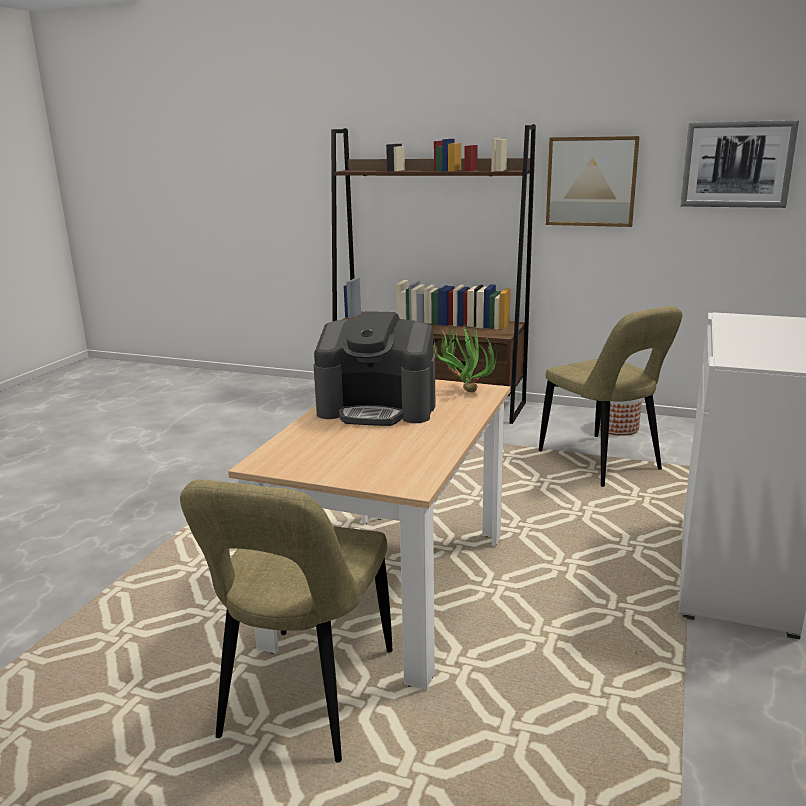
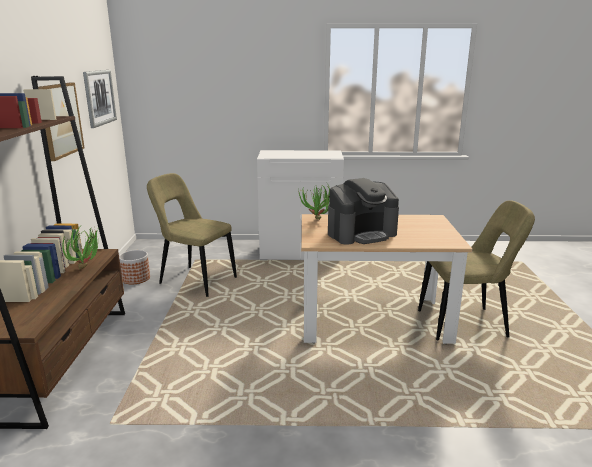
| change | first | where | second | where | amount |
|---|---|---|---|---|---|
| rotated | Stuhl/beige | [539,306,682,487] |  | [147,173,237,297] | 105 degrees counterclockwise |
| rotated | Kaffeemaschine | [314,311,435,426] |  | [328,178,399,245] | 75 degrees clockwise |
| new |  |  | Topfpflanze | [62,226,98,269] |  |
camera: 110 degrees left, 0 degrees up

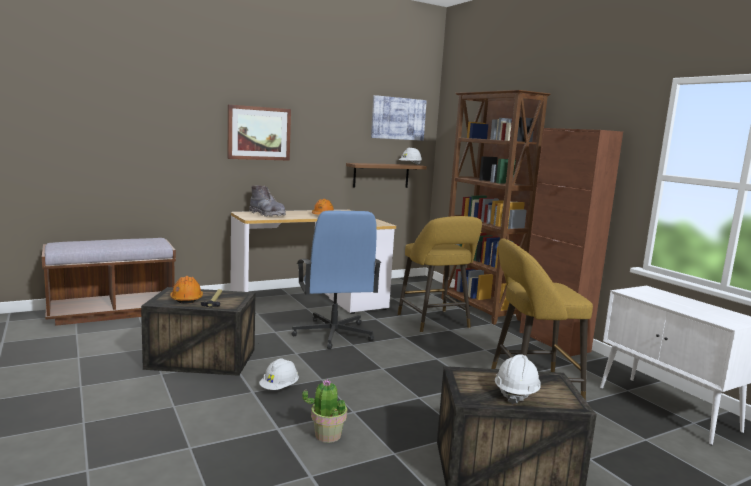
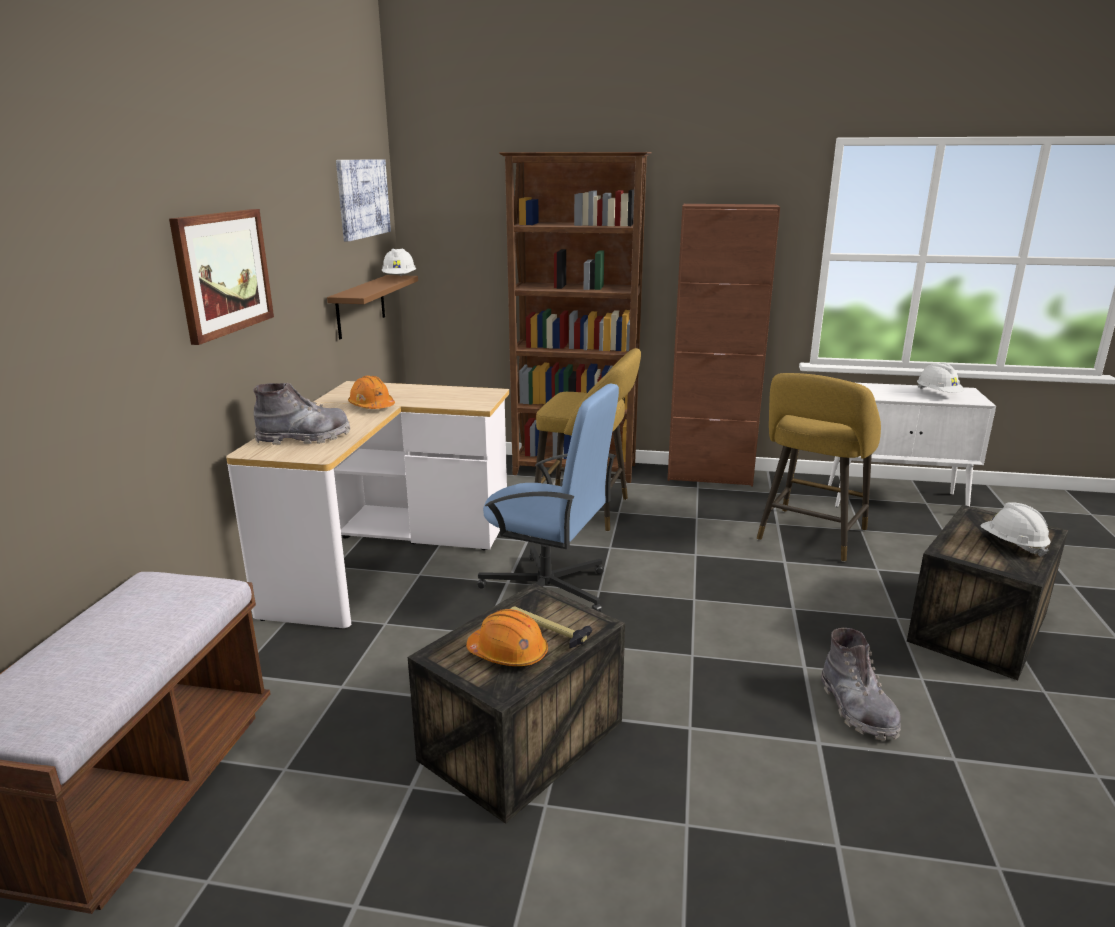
| change | first | where | second | where | amount |
|---|---|---|---|---|---|
| shifted | Schutzhelm/weiß | [259,358,299,390] |  | [917,363,965,393] |  |
| swapped | Topfpflanze | [302,379,347,443] | Stiefel/grau | [821,628,901,741] |  |
camera: 50 degrees left, 10 degrees up

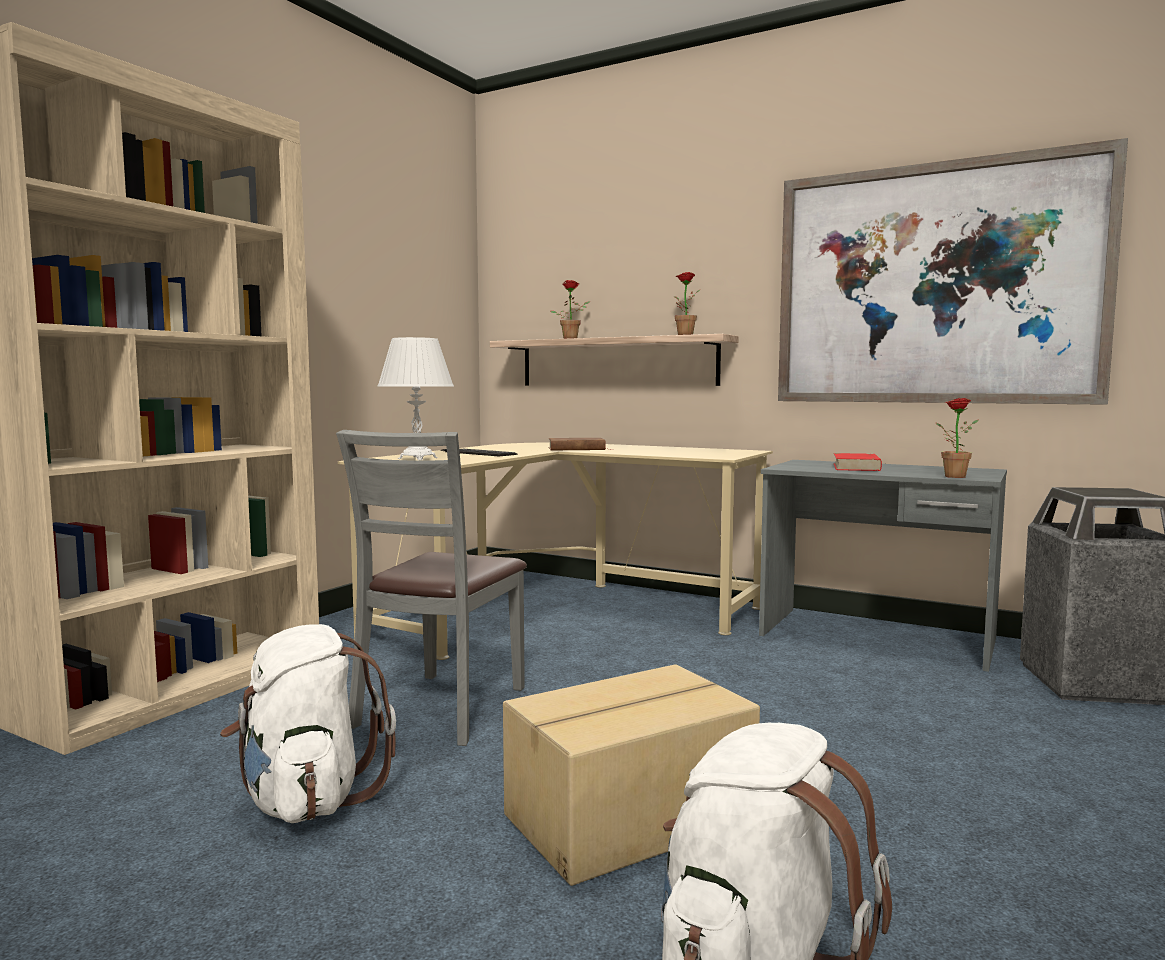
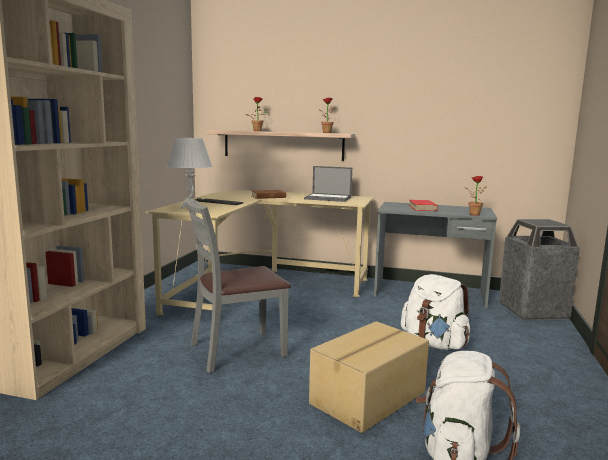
| change | first | where | second | where | amount |
|---|---|---|---|---|---|
| gone | Bild | [778,138,1128,405] |  |  |  |
| rotated | Stuhl/grau | [336,430,527,746] |  | [185,197,291,373] | 60 degrees clockwise |
| shifted | Rucksack/weiß | [220,624,396,823] |  | [401,274,470,350] |  |
| new |  |  | Laptop | [304,166,352,202] |  |
camera: 15 degrees left, 5 degrees up

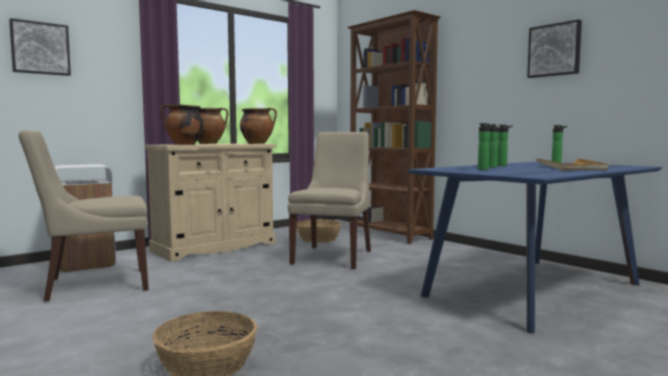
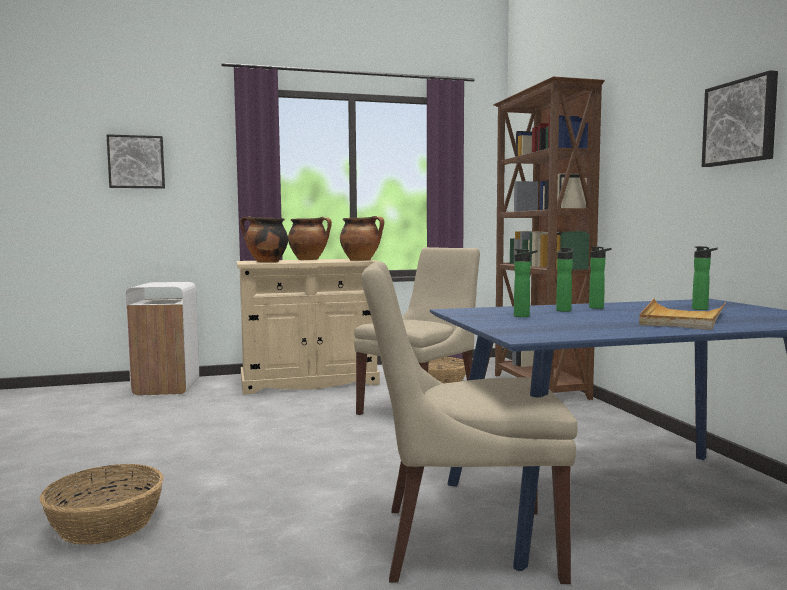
| change | first | where | second | where | amount |
|---|---|---|---|---|---|
| shifted | Stuhl/beige | [19,130,149,302] |  | [361,261,578,584] |  |
camera: 25 degrees right, 0 degrees up

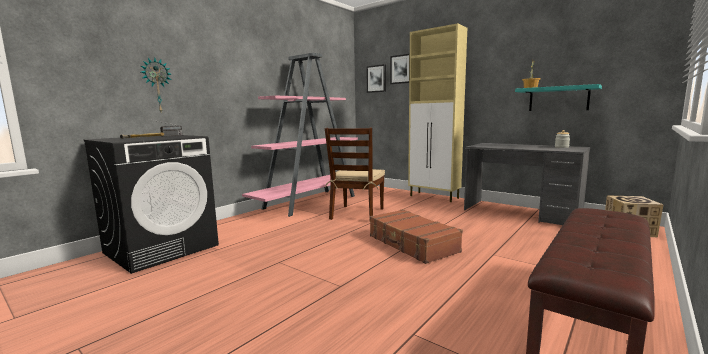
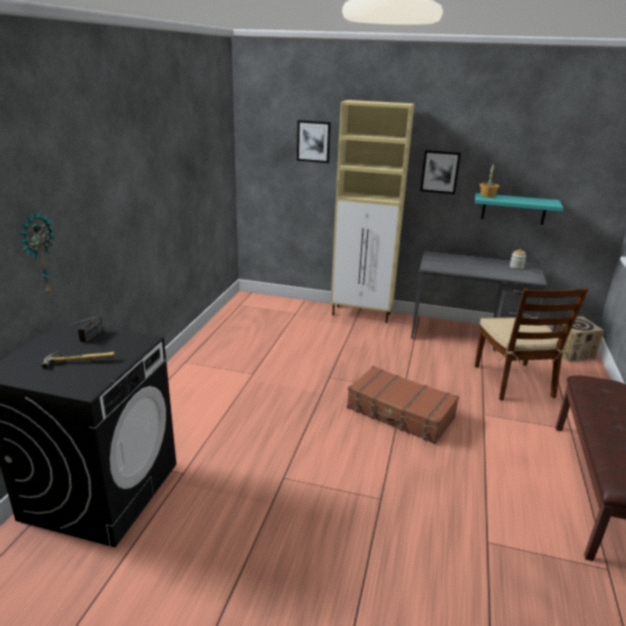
| change | first | where | second | where | amount |
|---|---|---|---|---|---|
| gone | Bücherregal/rosa | [242,53,358,217] |  |  |  |
| shifted | Bild | [366,64,386,93] |  | [420,150,461,194] |  |
| shifted | Stuhl/braun | [325,128,385,220] |  | [475,287,588,401] |  |
camera: 25 degrees left, 15 degrees up

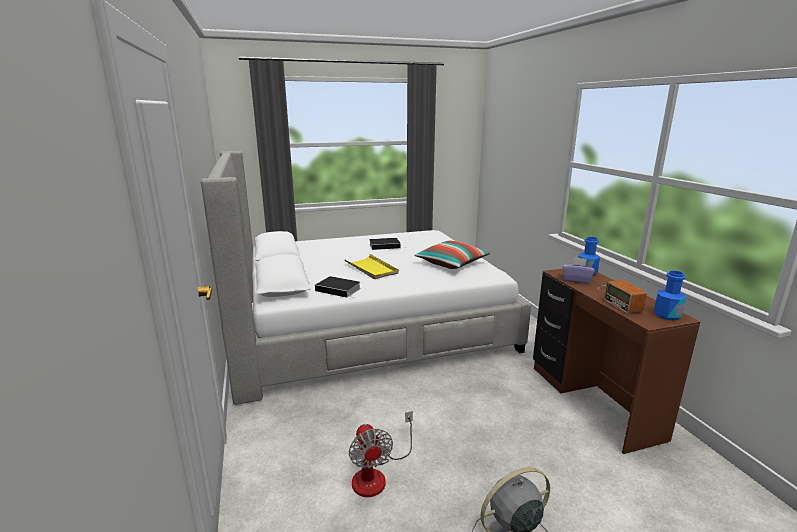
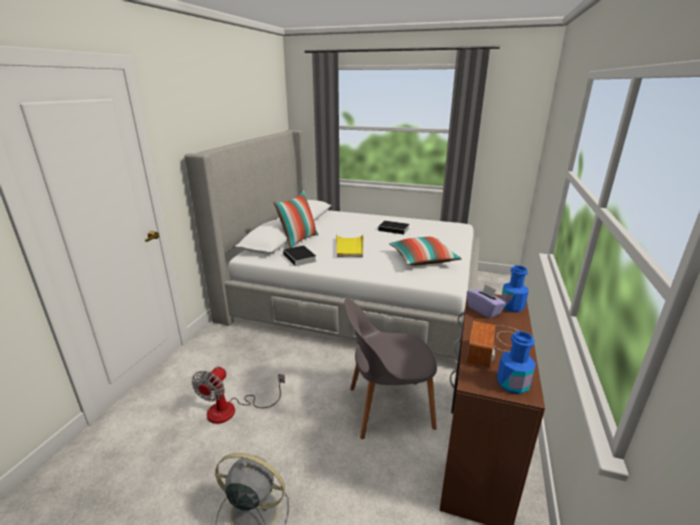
| change | first | where | second | where | amount |
|---|---|---|---|---|---|
| new |  |  | Kissen | [273,190,318,248] |  |
| new |  |  | Stuhl/grau | [344,298,437,439] |  |
camera: 35 degrees right, 5 degrees up

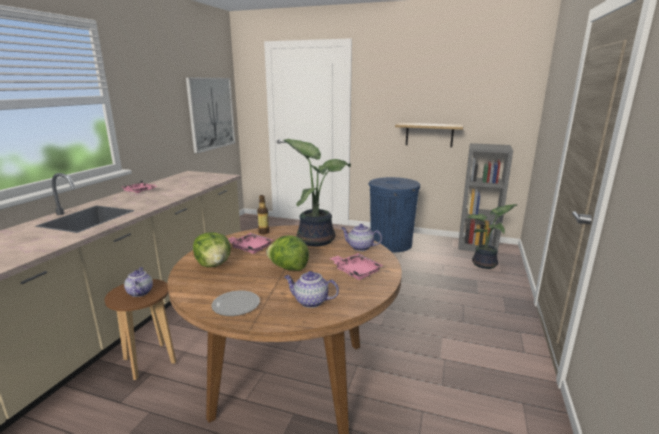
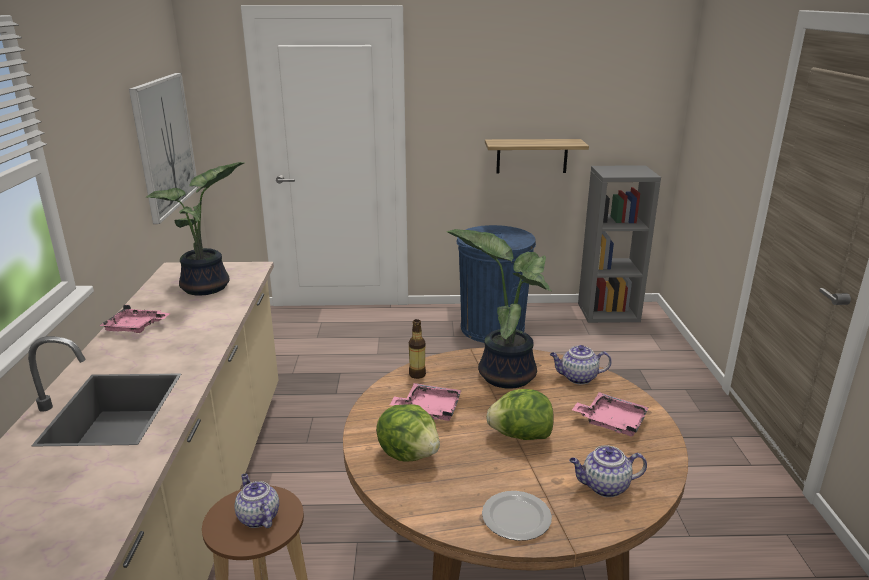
| change | first | where | second | where | amount |
|---|---|---|---|---|---|
| shifted | Topfpflanze | [467,204,517,269] |  | [146,162,244,296] |  |
camera: 20 degrees left, 5 degrees up

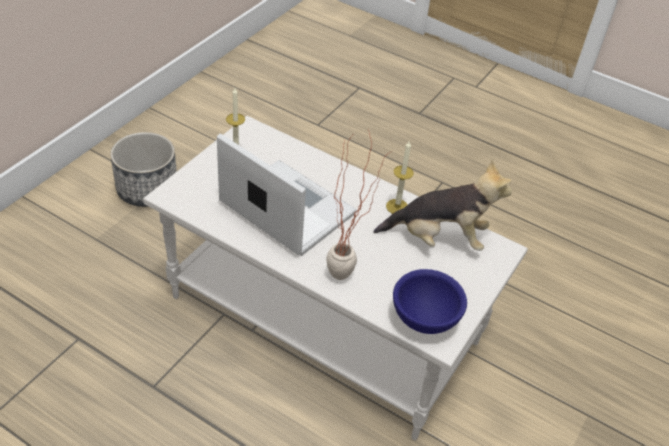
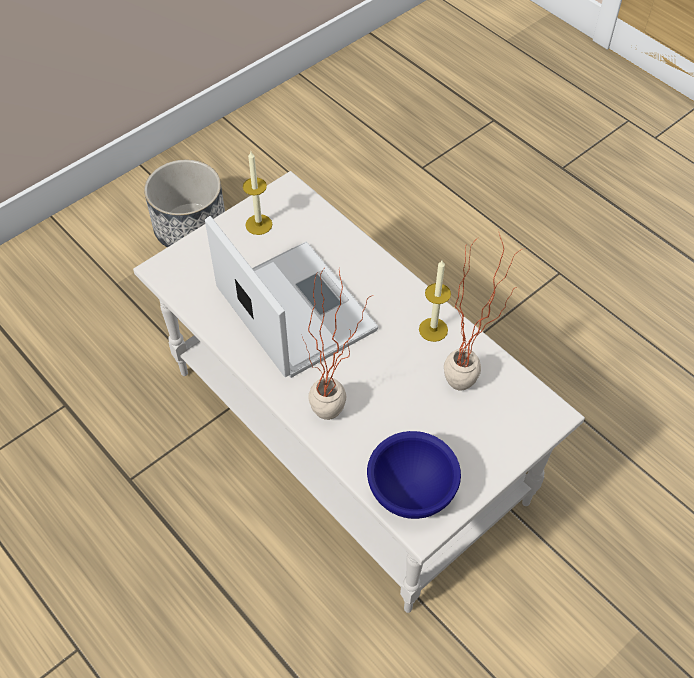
| change | first | where | second | where | amount |
|---|---|---|---|---|---|
| swapped | Plüschtier | [374,159,512,251] | Topfpflanze | [444,231,522,391] |  |
camera: 20 degrees right, 10 degrees up

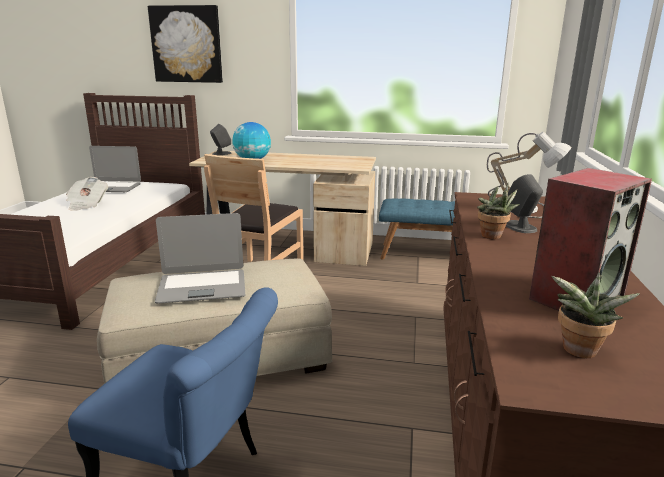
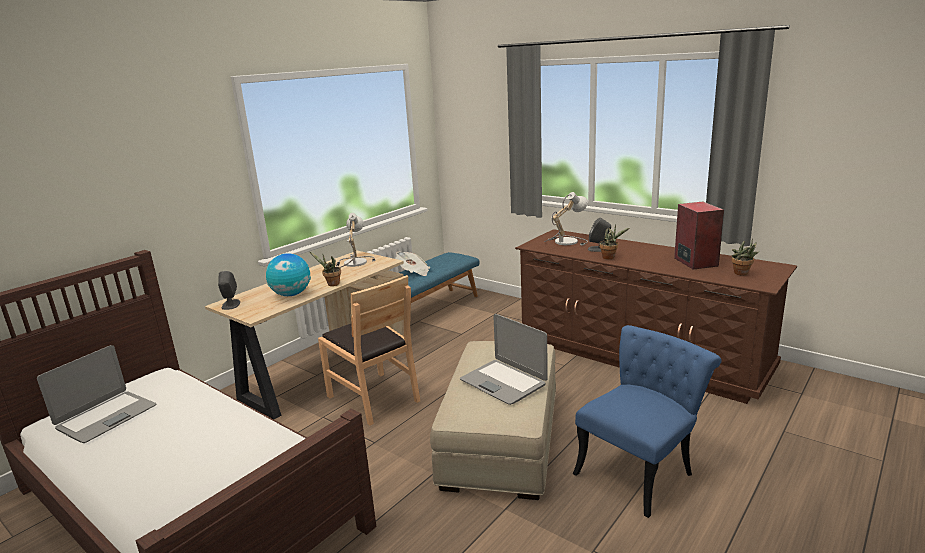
| change | first | where | second | where | amount |
|---|---|---|---|---|---|
| gone | Bild | [148,5,223,83] |  |  |  |
| shifted | Zeitung | [66,177,108,211] |  | [395,251,430,276] |  |
| rotated | Laptop | [155,213,245,304] |  | [460,314,548,405] | 120 degrees clockwise |
| new |  |  | Tischlampe | [336,213,375,268] |  |
| new |  |  | Topfpflanze | [310,252,341,286] |  |
camera: 60 degrees left, 0 degrees up

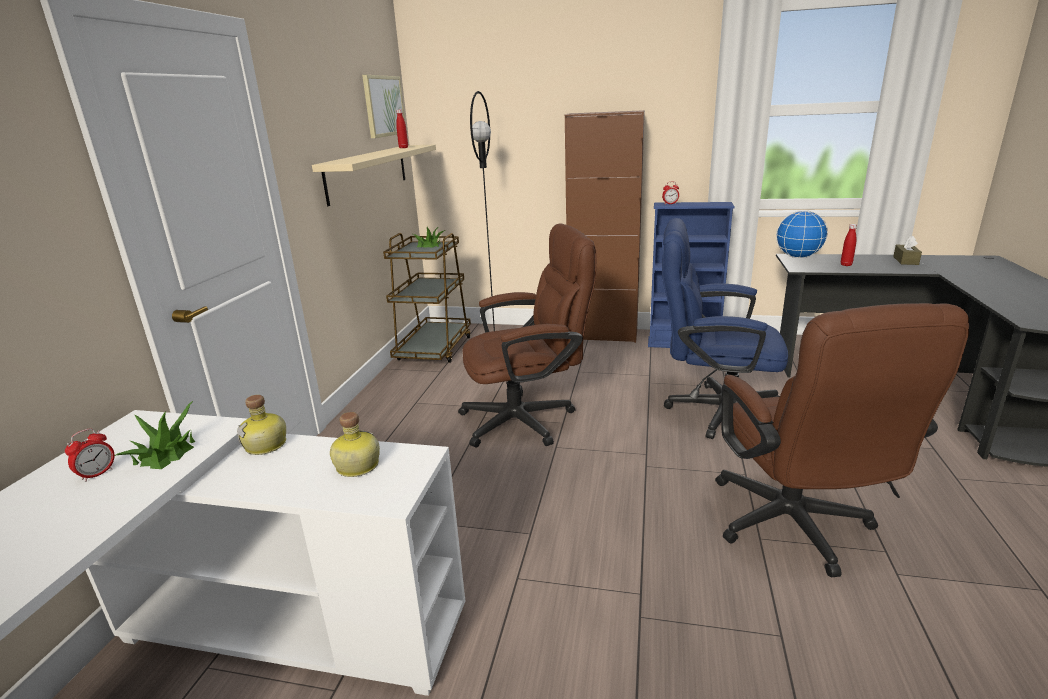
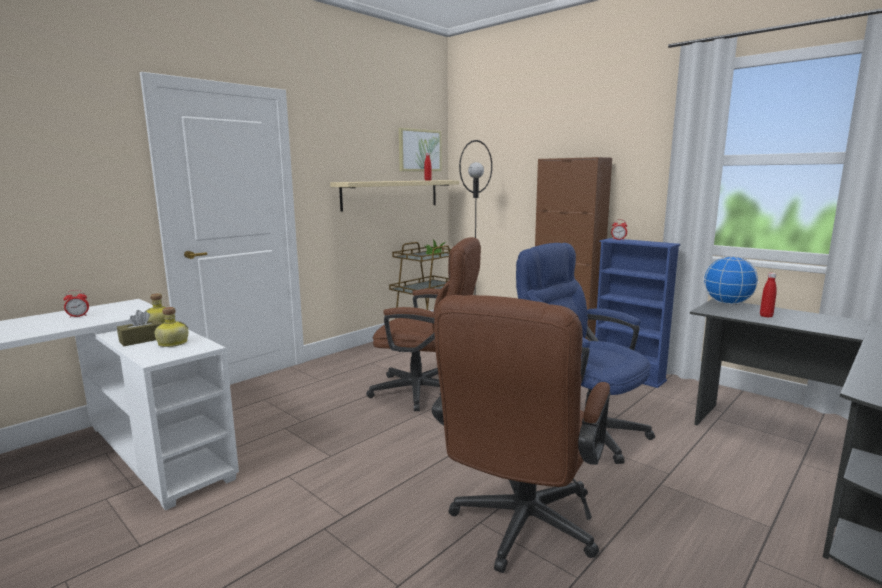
| change | first | where | second | where | amount |
|---|---|---|---|---|---|
| shifted | Taschentuchbox/braun | [893,236,922,265] |  | [117,310,163,346] |  |
| gone | Topfpflanze | [114,401,195,469] |  |  |  |
camera: 30 degrees right, 10 degrees down

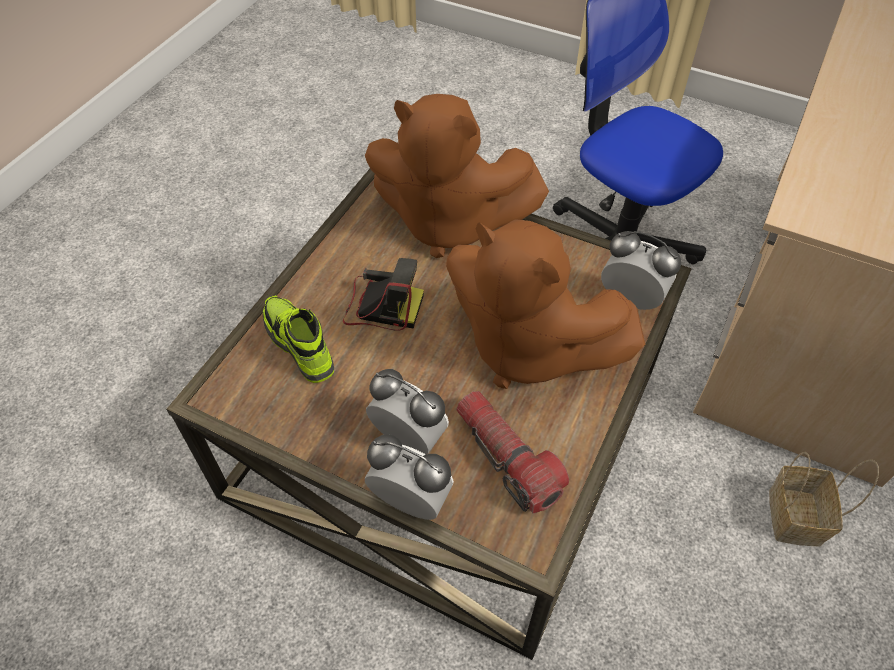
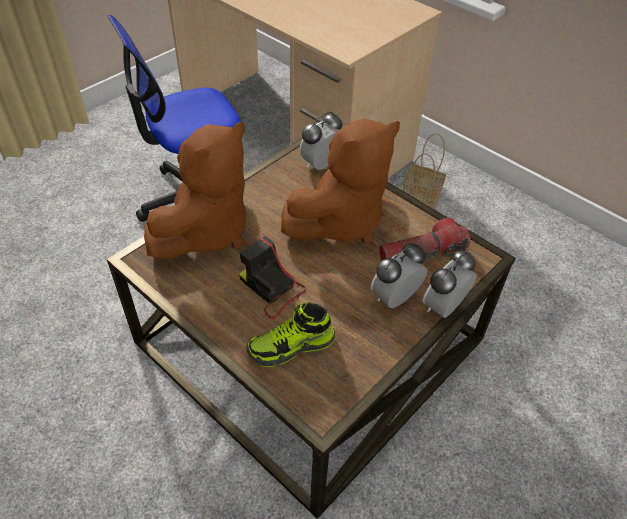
| change | first | where | second | where | amount |
|---|---|---|---|---|---|
| rotated | Kamera | [343,258,424,331] |  | [239,236,306,319] | 75 degrees counterclockwise |
camera: 75 degrees left, 5 degrees down

